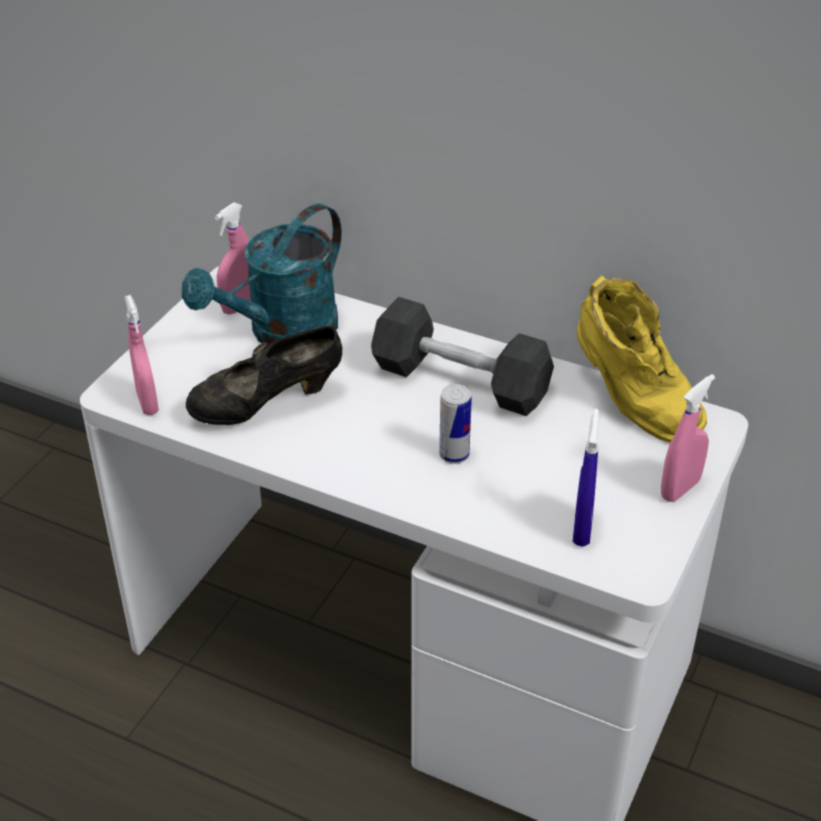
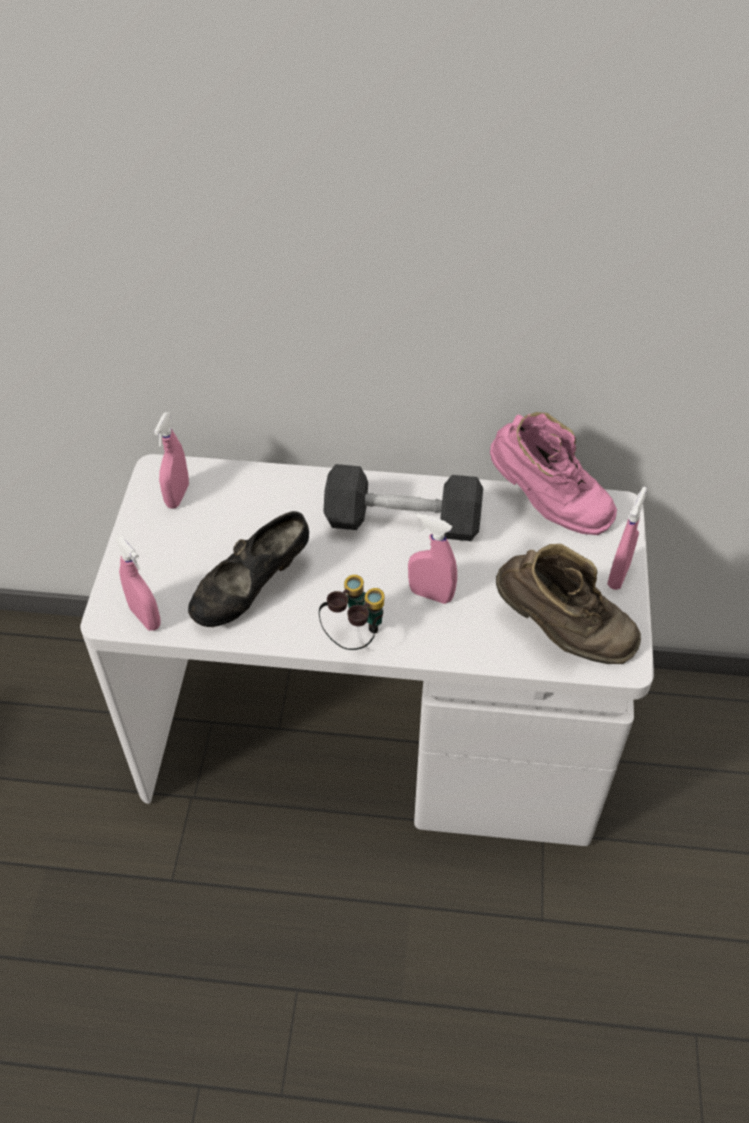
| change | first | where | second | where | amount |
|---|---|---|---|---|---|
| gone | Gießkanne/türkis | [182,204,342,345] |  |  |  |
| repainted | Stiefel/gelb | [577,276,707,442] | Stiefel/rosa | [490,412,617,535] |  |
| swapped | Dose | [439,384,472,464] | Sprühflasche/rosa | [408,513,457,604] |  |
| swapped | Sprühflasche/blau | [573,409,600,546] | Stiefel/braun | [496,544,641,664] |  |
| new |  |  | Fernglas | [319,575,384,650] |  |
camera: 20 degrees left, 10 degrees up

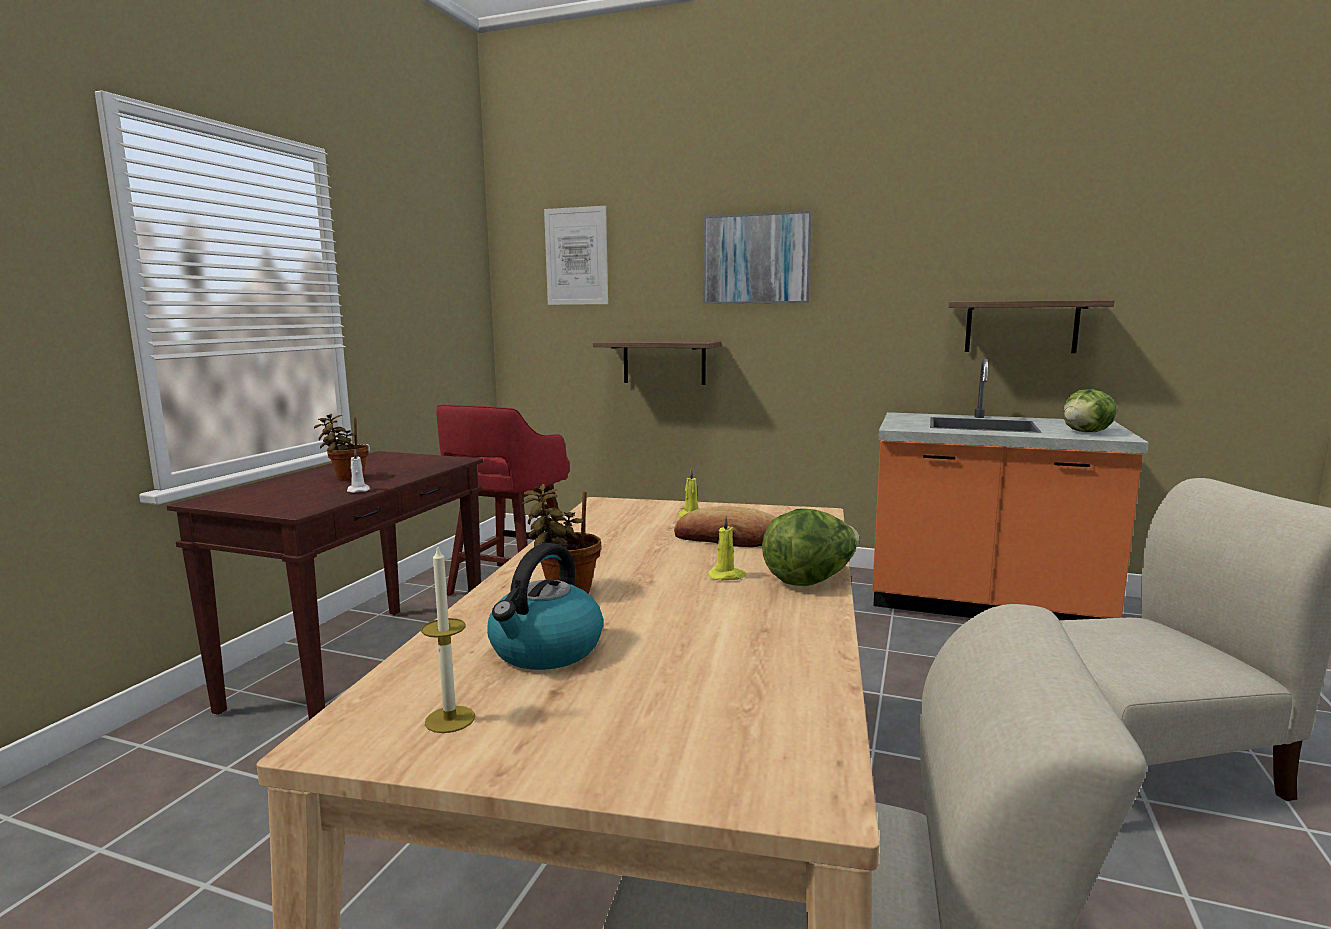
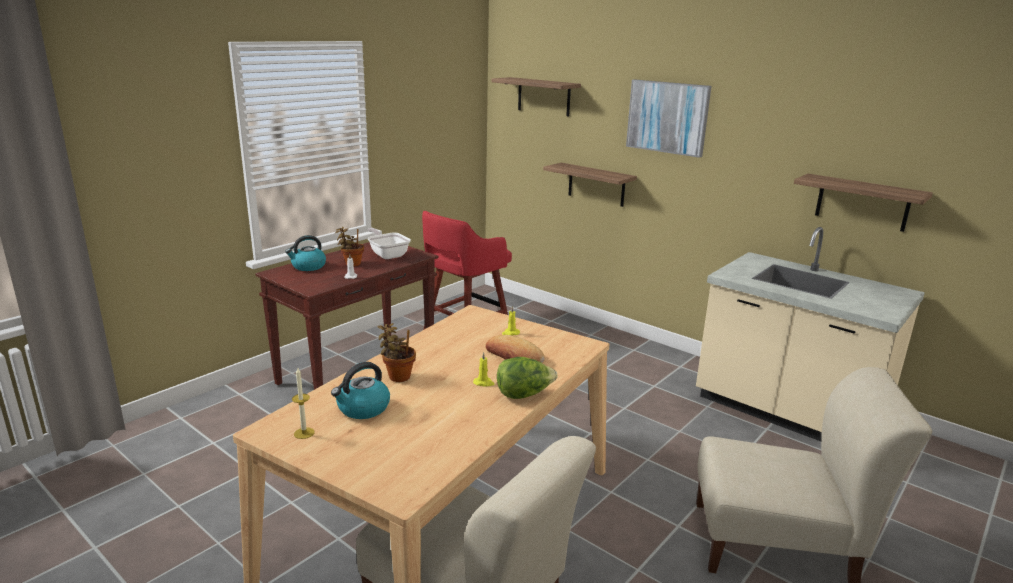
| change | first | where | second | where | amount |
|---|---|---|---|---|---|
| swapped | Bild | [544,206,608,305] | Wandregal | [492,77,581,116] |  |
| repainted | Küchenzeile/orange | [872,359,1149,620] | Küchenzeile/beige | [696,227,925,441] |  |
| gone | Salatkopf | [1063,389,1117,432] |  |  |  |
| new |  |  | Pfanne | [367,228,411,259] |  |
| new |  |  | Wasserkessel | [285,235,326,271] |  |
camera: 20 degrees right, 10 degrees up

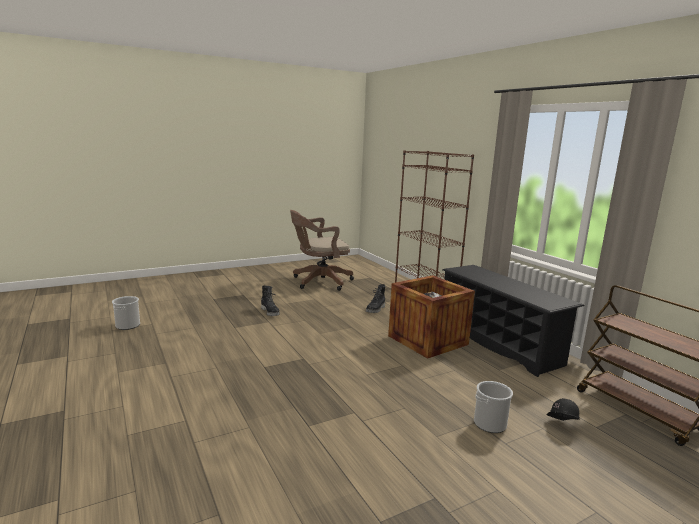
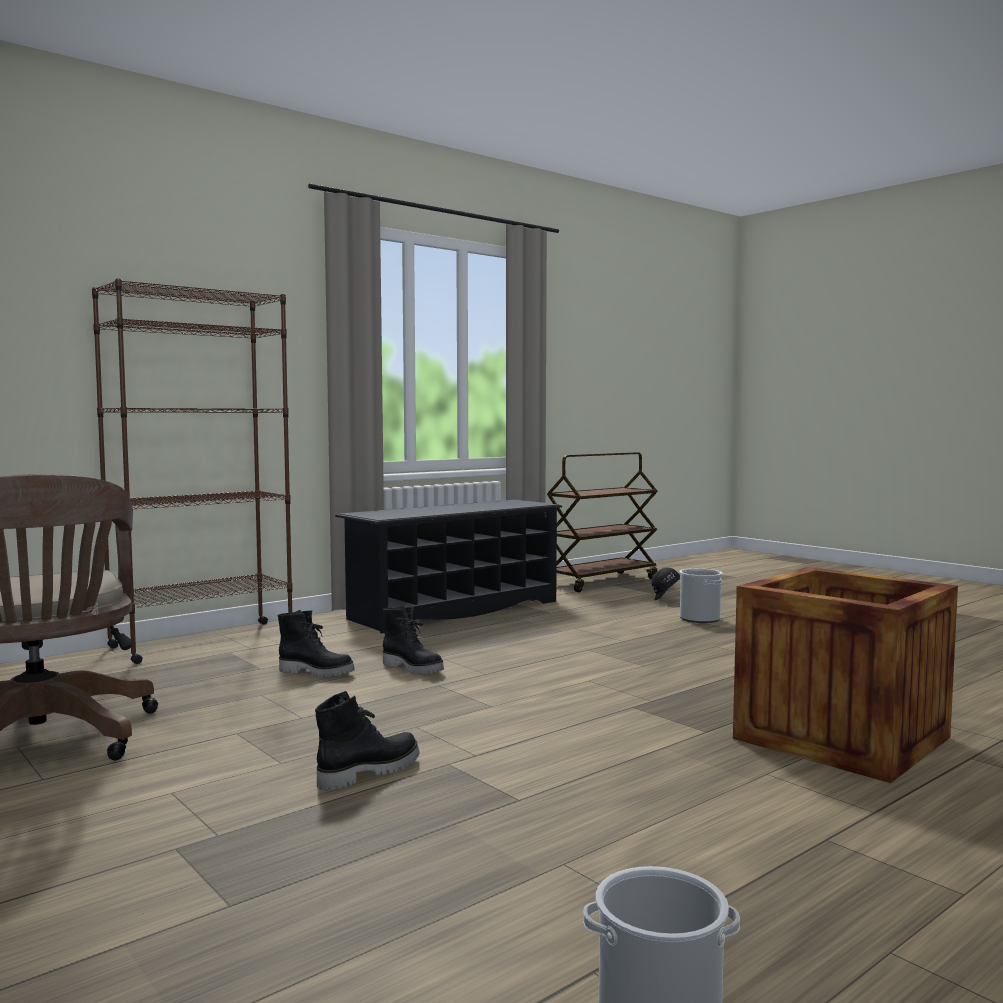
| change | first | where | second | where | amount |
|---|---|---|---|---|---|
| shifted | Kiste | [388,275,475,359] |  | [733,567,958,783] |  |
| new |  |  | Stiefel/schwarz | [383,606,444,674] |  |
camera: 100 degrees left, 10 degrees down

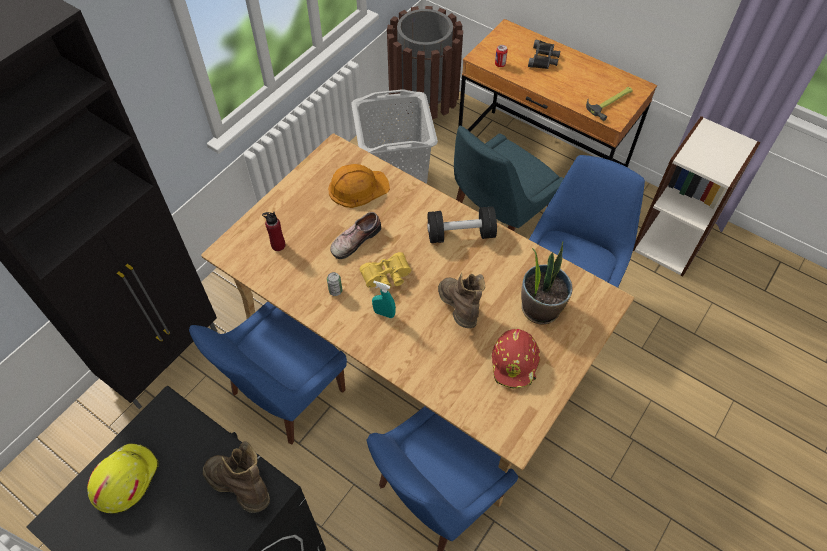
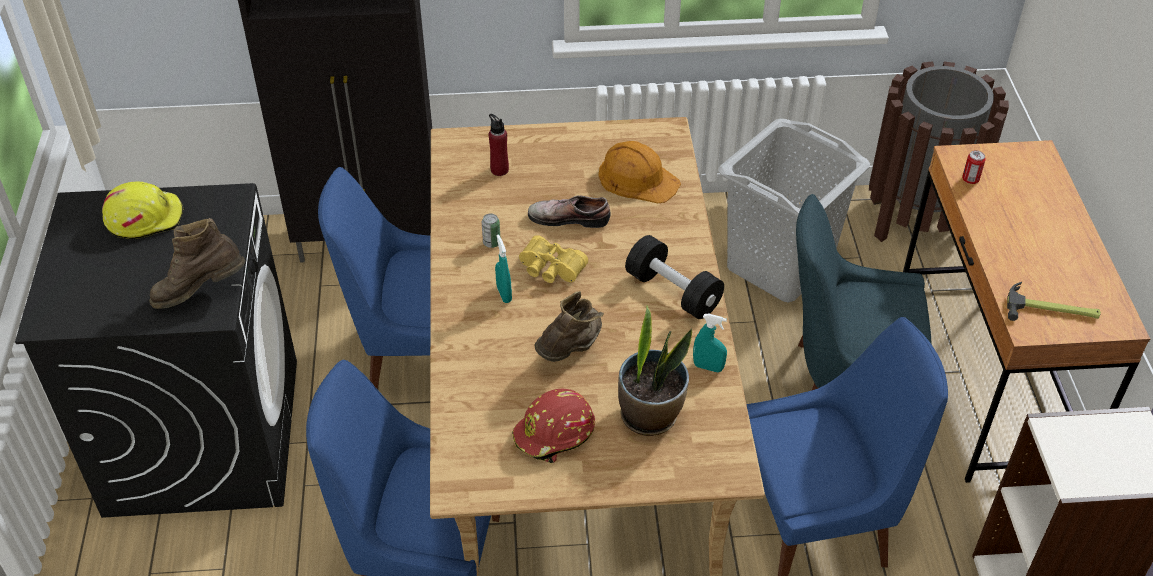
| change | first | where | second | where | amount |
|---|---|---|---|---|---|
| gone | Fernglas/schwarz | [528,39,560,69] |  |  |  |
| rotated | Stiefel/braun | [203,441,270,513] |  | [149,218,245,309] | 105 degrees counterclockwise |
| new |  |  | Sprühflasche/türkis | [693,314,727,372] |  |
camera: 50 degrees right, 10 degrees down

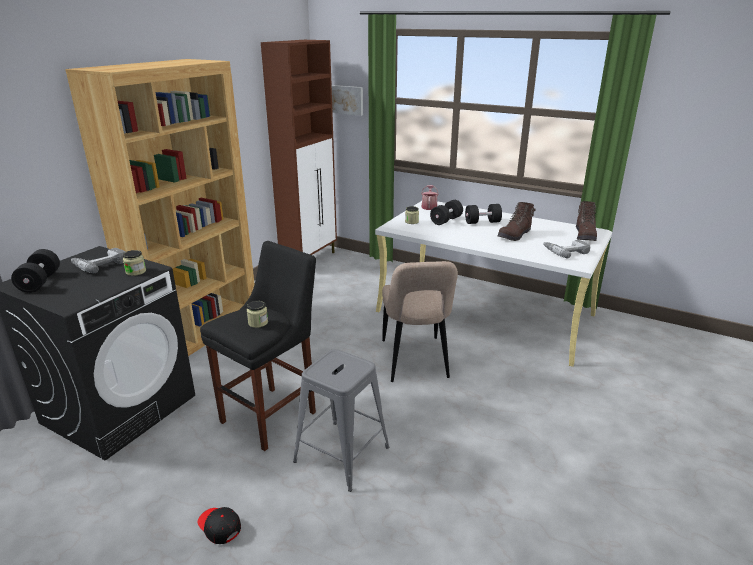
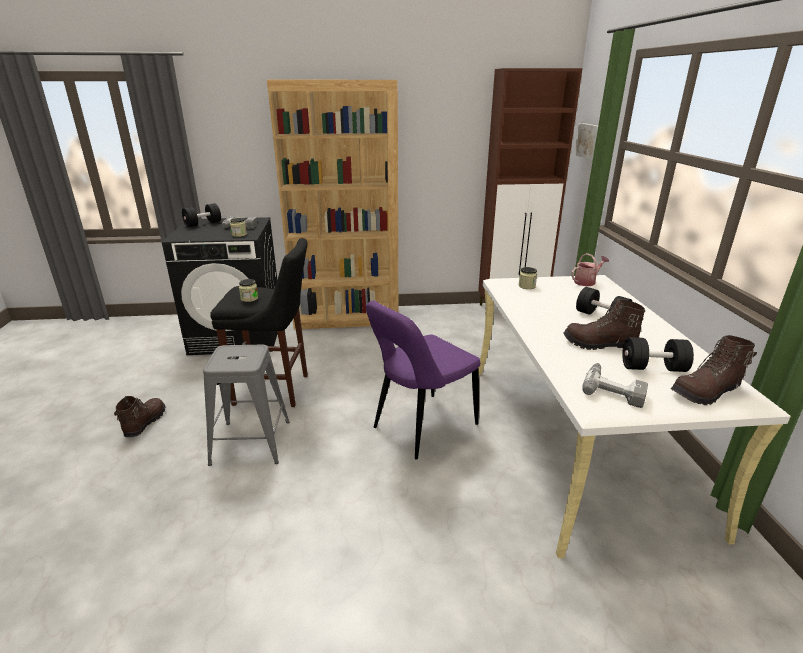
| change | first | where | second | where | amount |
|---|---|---|---|---|---|
| shifted | Hantel/schwarz | [430,200,463,225] |  | [622,337,694,372] |  |
| repainted | Stuhl/beige | [382,261,458,382] | Stuhl/lila | [366,300,480,459] |  |
| swapped | Kappe/schwarz | [197,507,241,544] | Stiefel/braun | [114,396,166,437] |  |
camera: 55 degrees right, 0 degrees up

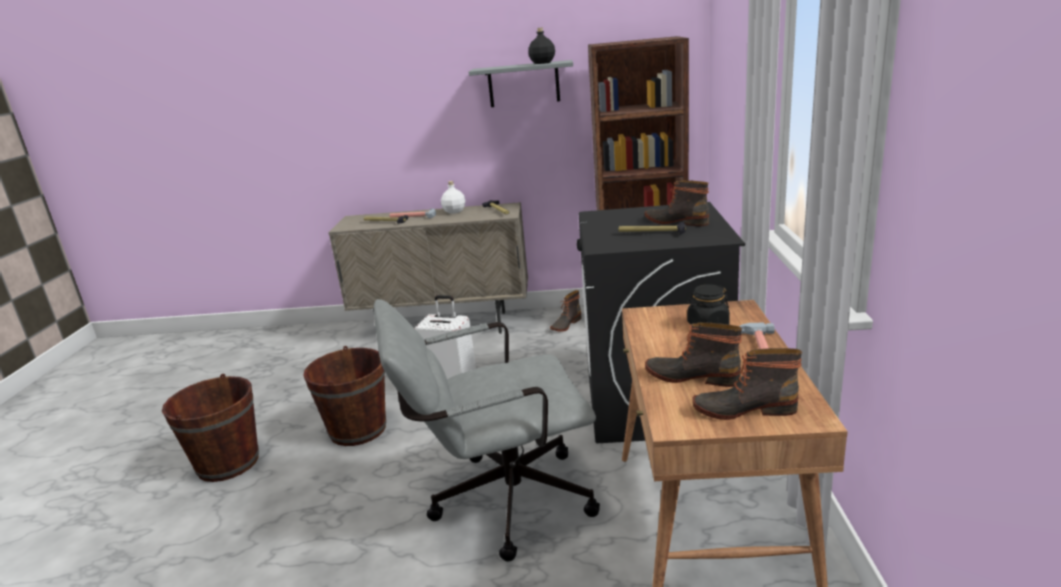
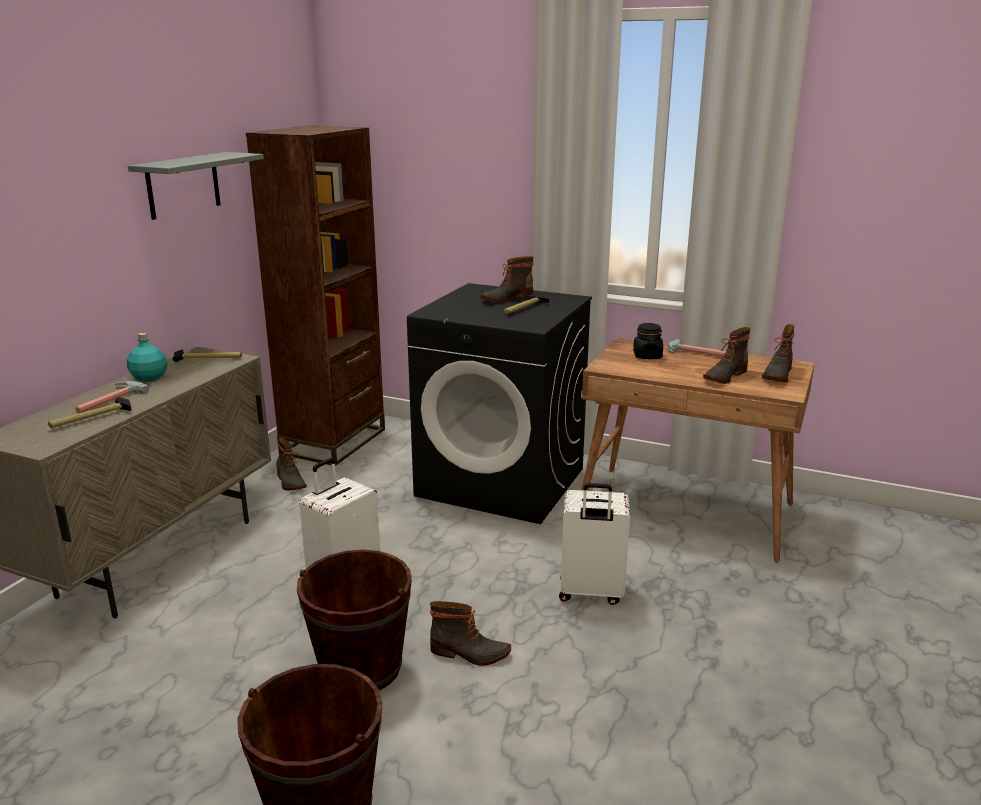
| change | first | where | second | where | amount |
|---|---|---|---|---|---|
| gone | Flasche/schwarz | [528,27,555,64] |  |  |  |
| repainted | Flasche/weiß | [441,181,465,214] | Flasche/türkis | [127,333,167,382] |  |
| swapped | Bürostuhl/grau | [374,299,600,562] | Koffer/weiß | [559,483,630,605] |  |
| new |  |  | Stiefel | [430,601,511,666] |  |
camera: 70 degrees left, 0 degrees up

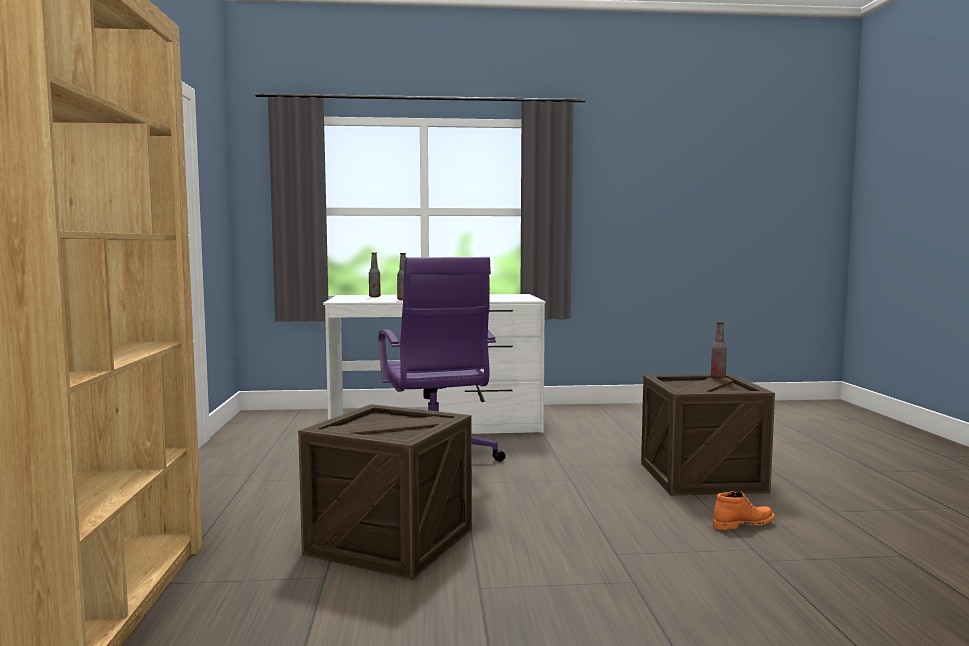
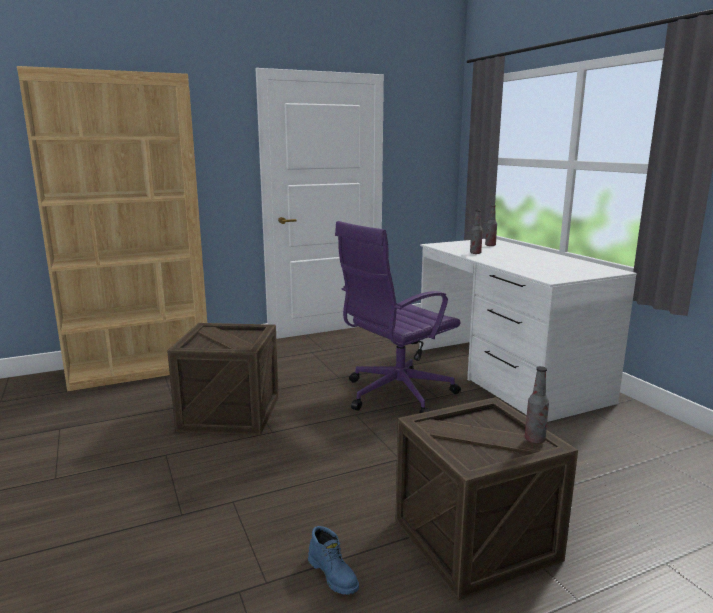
| change | first | where | second | where | amount |
|---|---|---|---|---|---|
| repainted | Stiefel/orange | [713,491,775,530] | Stiefel/blau | [308,526,359,595] |  |
camera: 70 degrees right, 10 degrees up

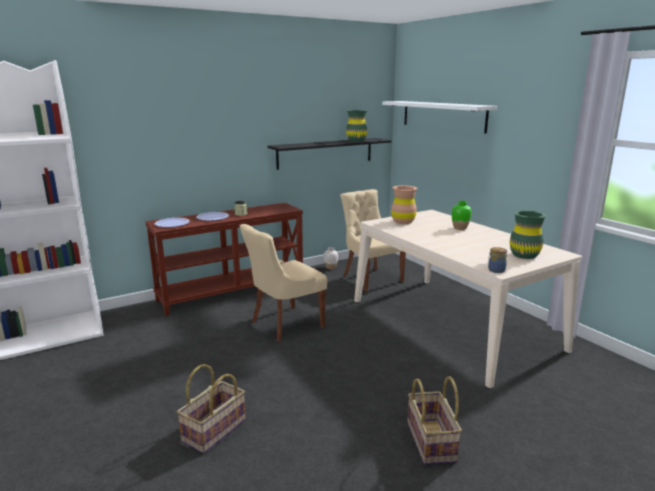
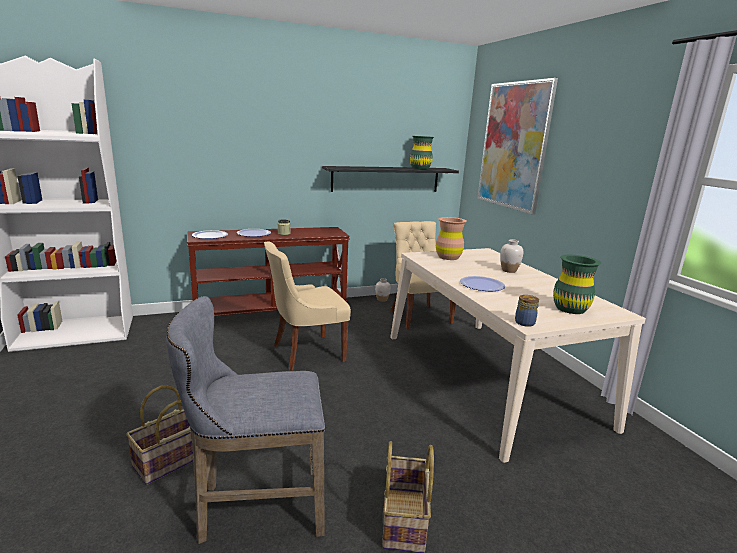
| change | first | where | second | where | amount |
|---|---|---|---|---|---|
| swapped | Wandregal/weiß | [382,101,498,134] | Bild | [477,78,558,215] |  |
| repainted | Vase/grün | [452,201,472,230] | Vase/weiß | [500,239,523,273] |  |
| new |  |  | Teller | [460,276,505,291] |  |
| new |  |  | Hocker/grau | [166,296,325,544] |  |
camera: 10 degrees right, 0 degrees up

